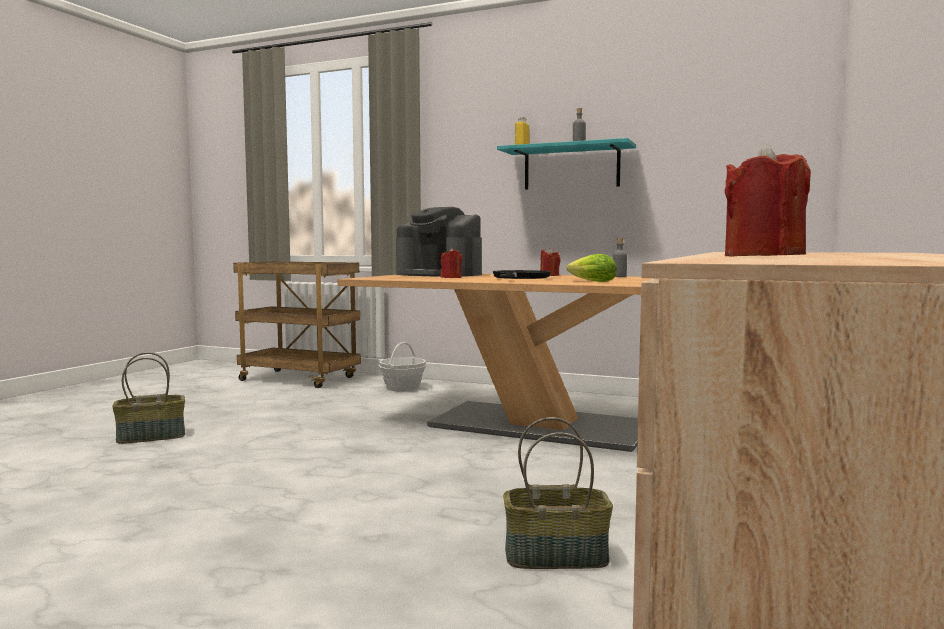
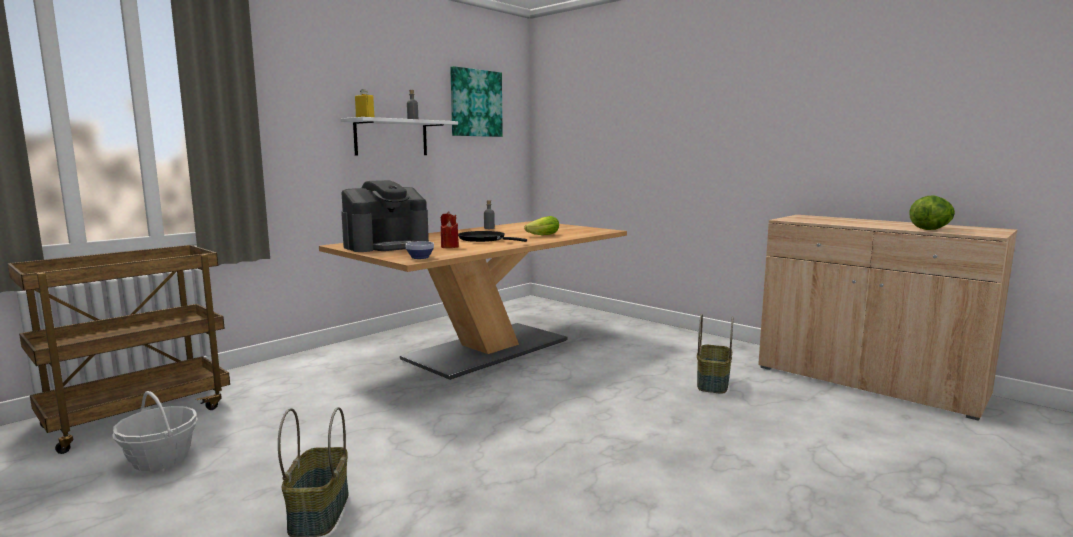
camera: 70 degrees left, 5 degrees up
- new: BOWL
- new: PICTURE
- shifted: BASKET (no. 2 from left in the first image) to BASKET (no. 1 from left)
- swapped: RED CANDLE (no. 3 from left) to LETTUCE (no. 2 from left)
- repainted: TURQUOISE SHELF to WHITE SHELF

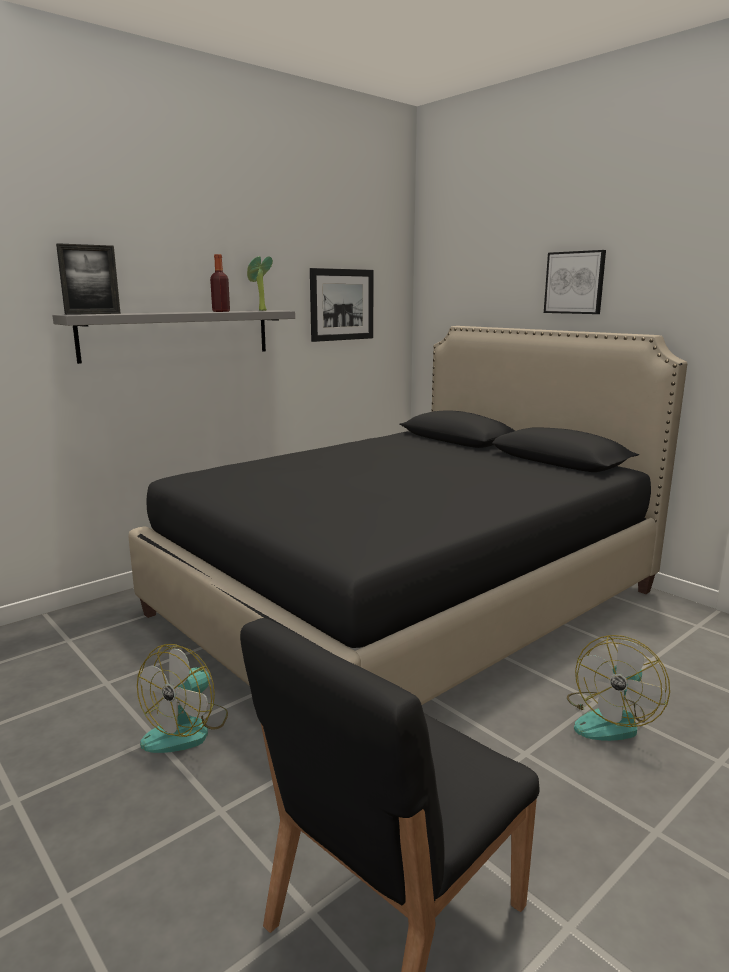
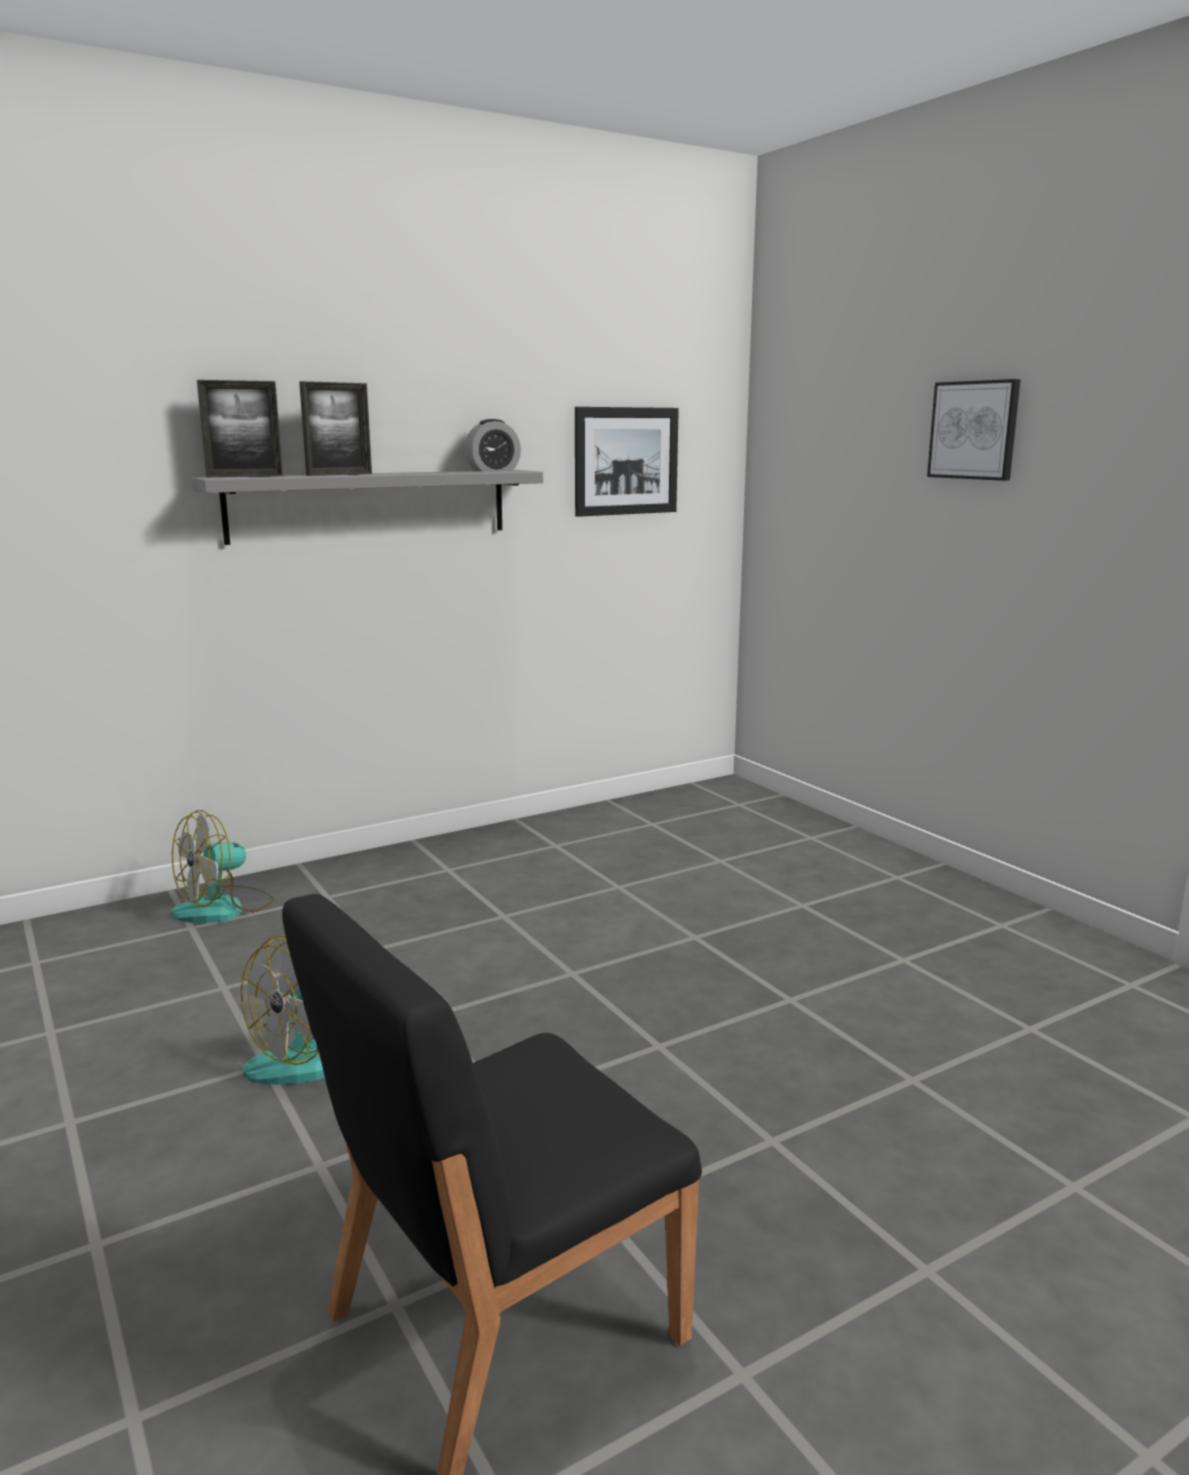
camera: 10 degrees right, 0 degrees up
- gone: BLACK BED
- gone: BOTTLE
- new: PICTURE FRAME (no. 2 from left)
- shifted: FAN (no. 2 from left in the first image) to FAN (no. 1 from left)
- swapped: POTTED PLANT to ALARM CLOCK

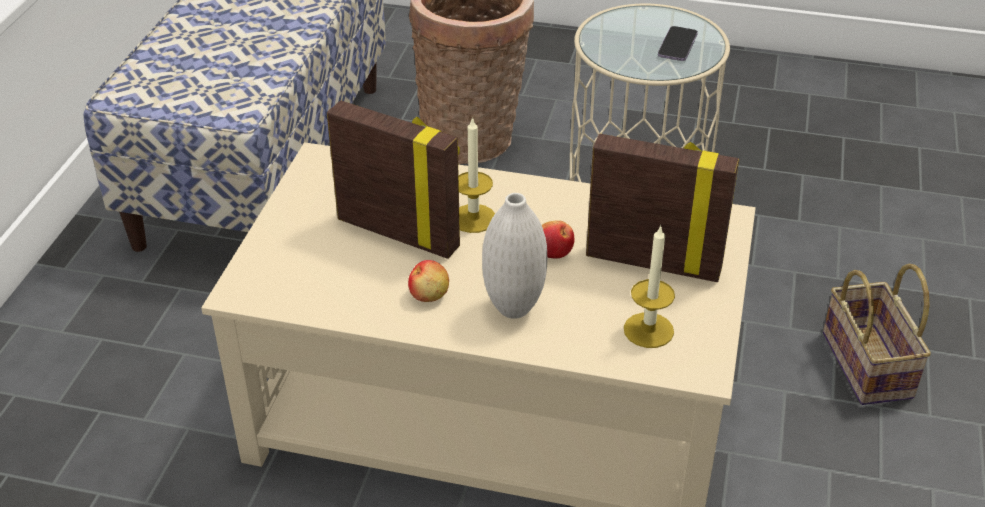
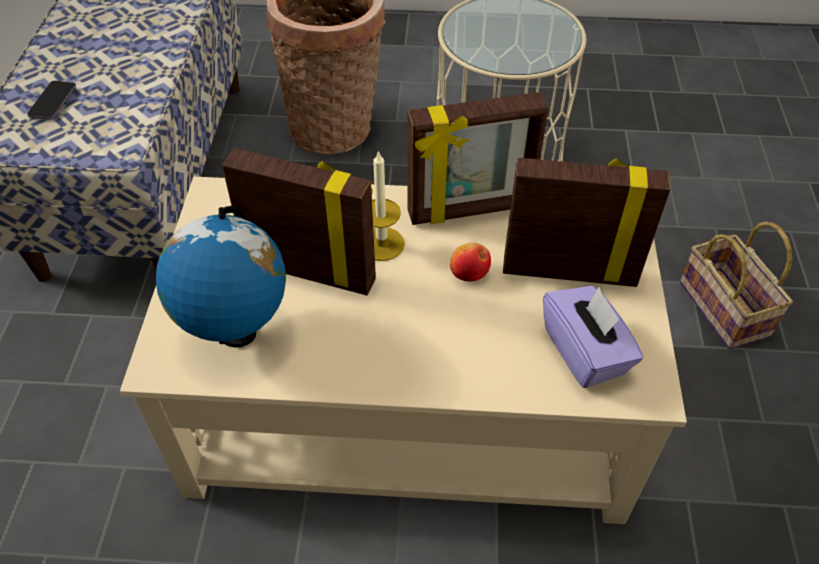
camera: 10 degrees left, 10 degrees up
- gone: APPLE (no. 1 from left)
- gone: WHITE VASE
- new: GLOBE
- new: PICTURE FRAME (no. 2 from left)
- shifted: PHONE
- swapped: CANDLE (no. 2 from left) to PURPLE TISSUE BOX

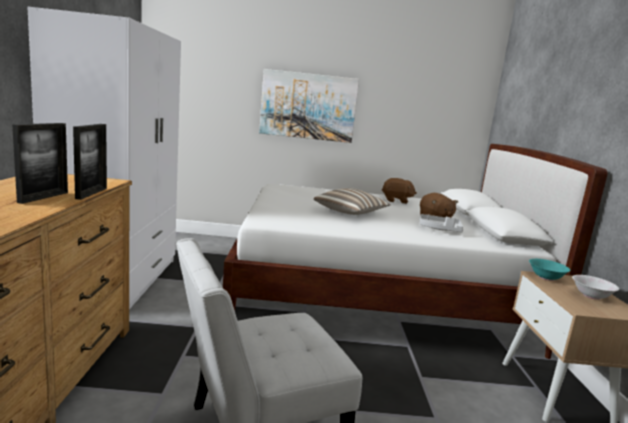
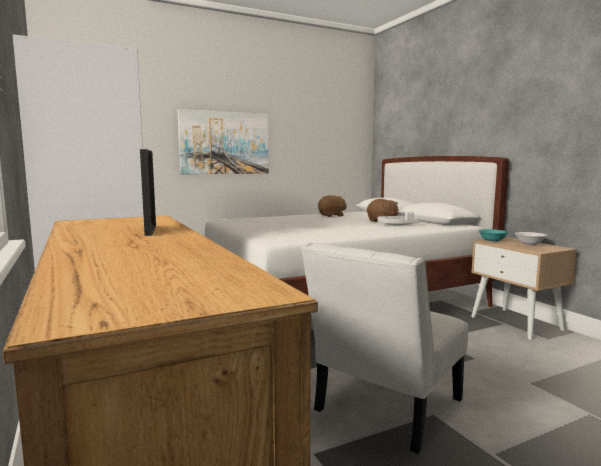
camera: 25 degrees left, 5 degrees down
- gone: PICTURE FRAME (no. 2 from left)
- gone: PILLOW

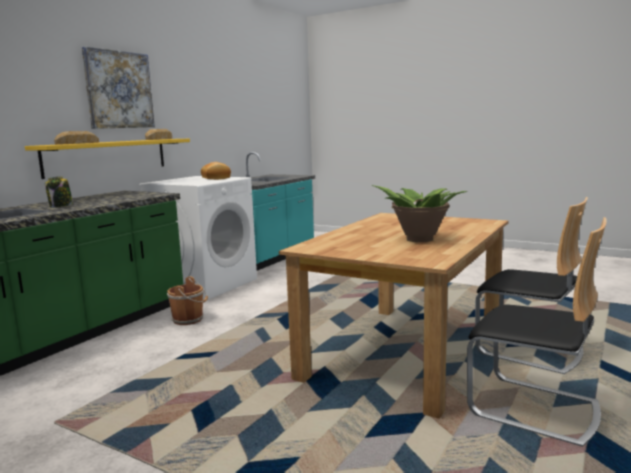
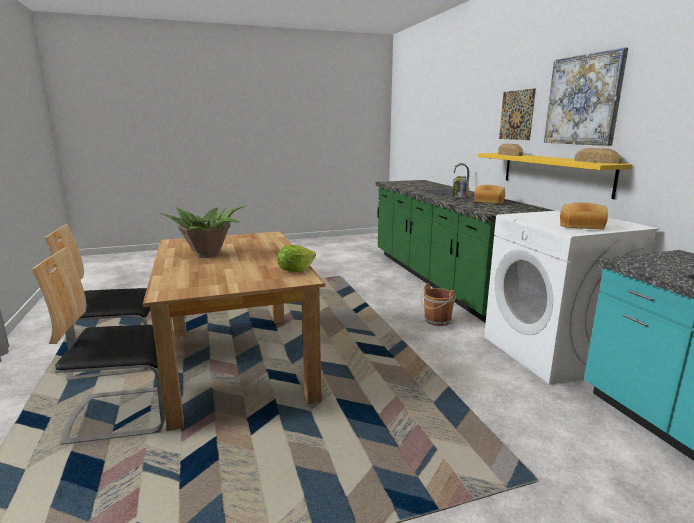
camera: 130 degrees right, 5 degrees up
- new: LETTUCE
- new: BREAD (no. 1 from left)
- new: PICTURE (no. 1 from left)

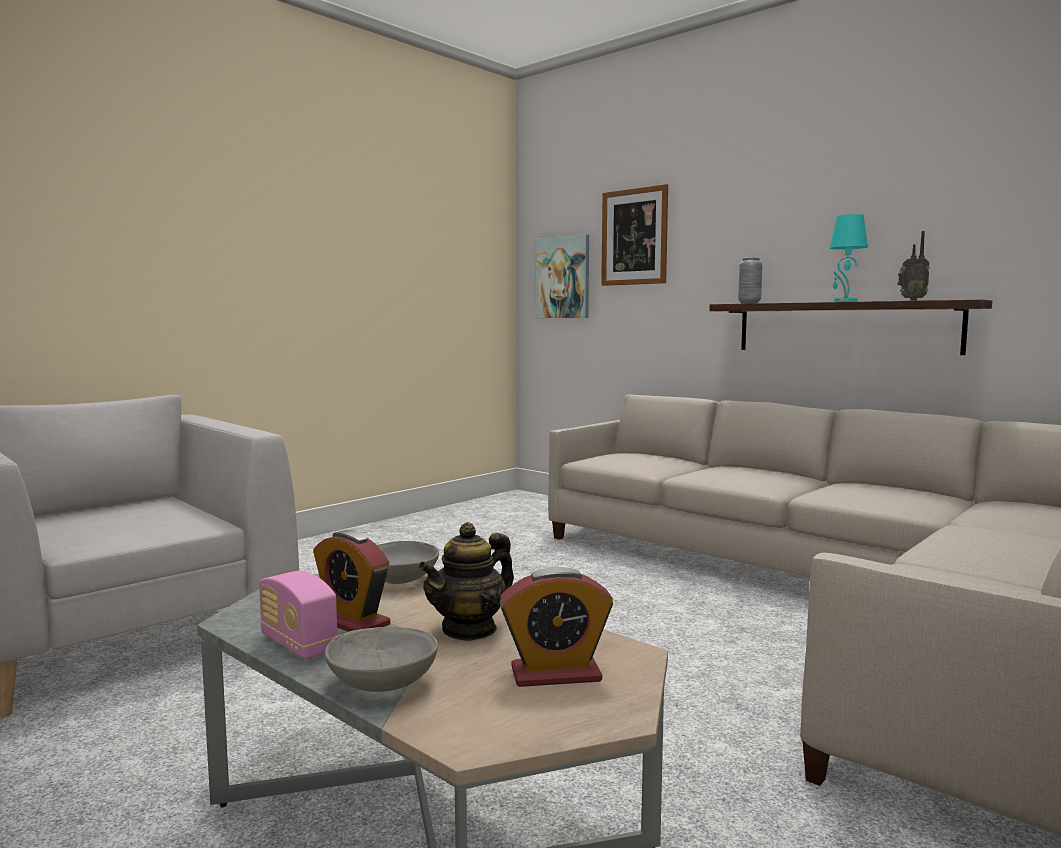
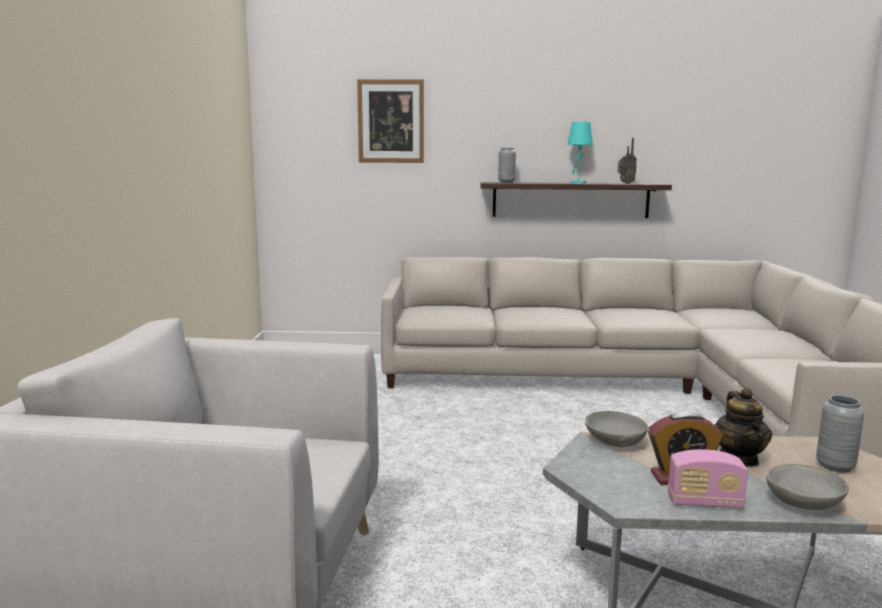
camera: 40 degrees left, 5 degrees up
- gone: PICTURE (no. 1 from left)
- swapped: ALARM CLOCK (no. 2 from left) to GREY VASE (no. 2 from left)

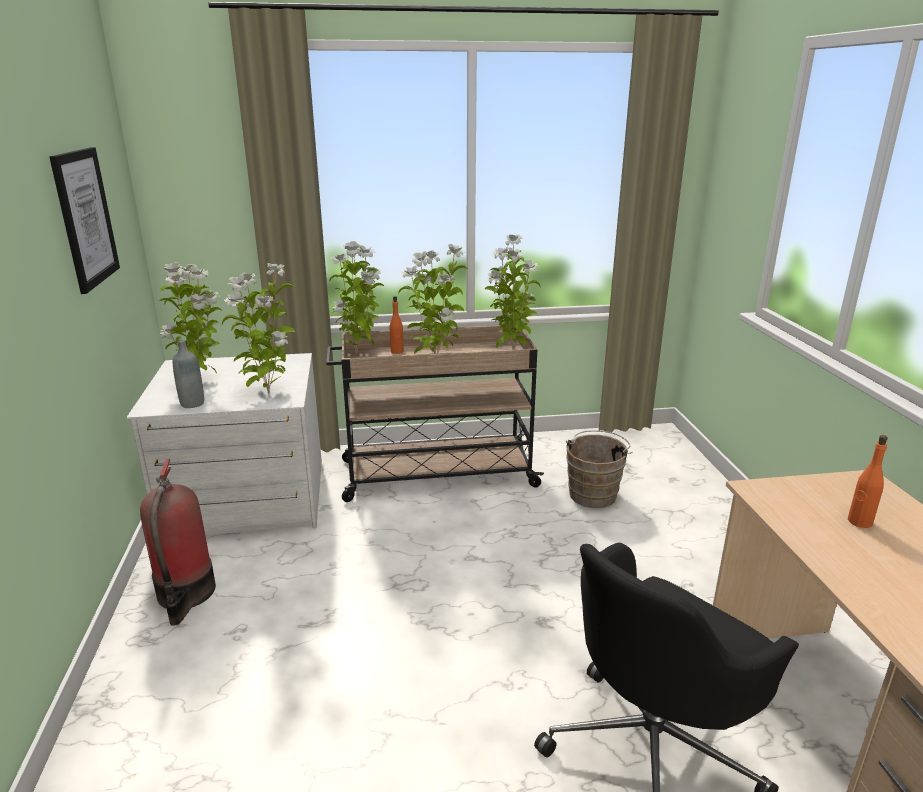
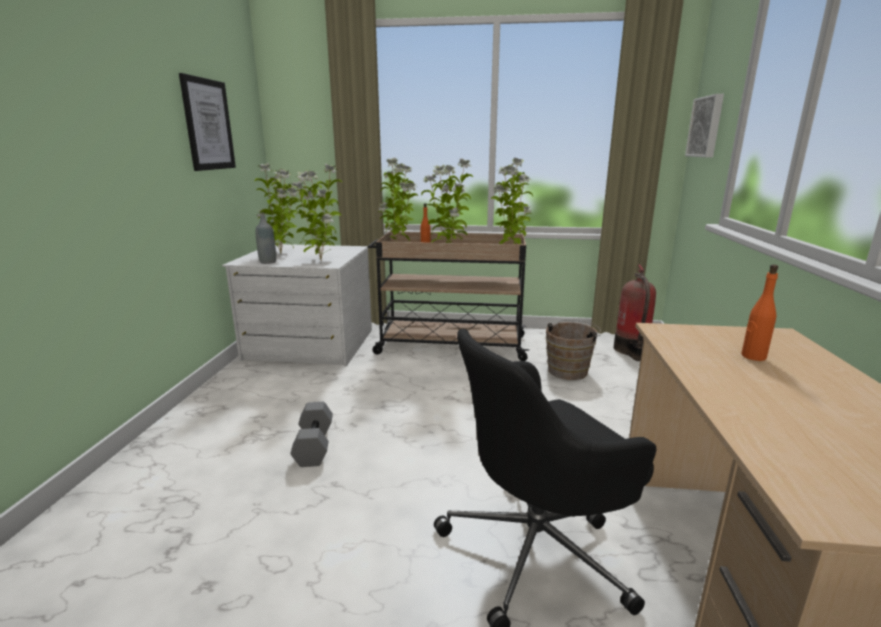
camera: 15 degrees right, 5 degrees down
- new: GREY DUMBBELL
- new: PICTURE (no. 2 from left)
- shifted: FIRE EXTINGUISHER

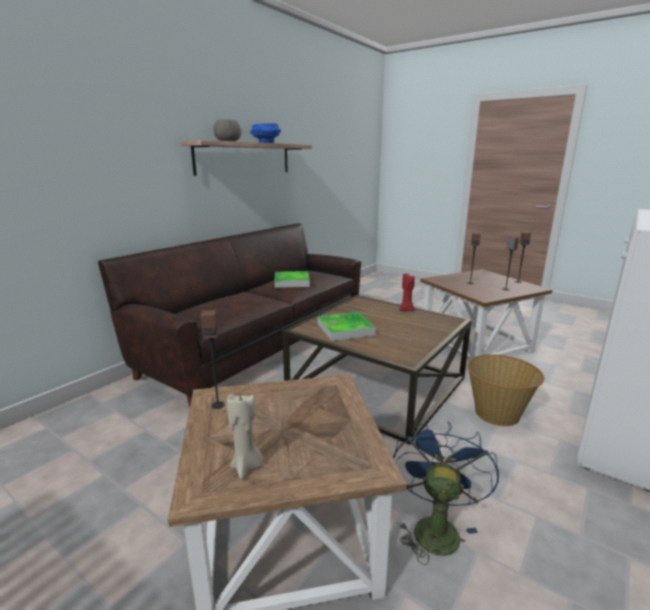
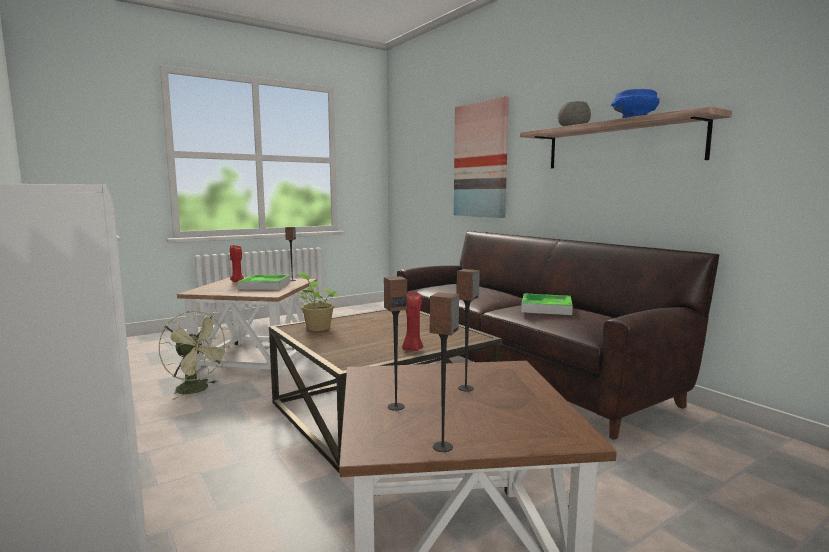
camera: 110 degrees right, 10 degrees down
- gone: BASKET
- new: POTTED PLANT
- new: PICTURE
- shifted: TRAY (no. 2 from left in the first image) to TRAY (no. 1 from left)
- repainted: BEIGE CANDLE to RED CANDLE (no. 1 from left)
- repainted: BLUE FAN to GREEN FAN

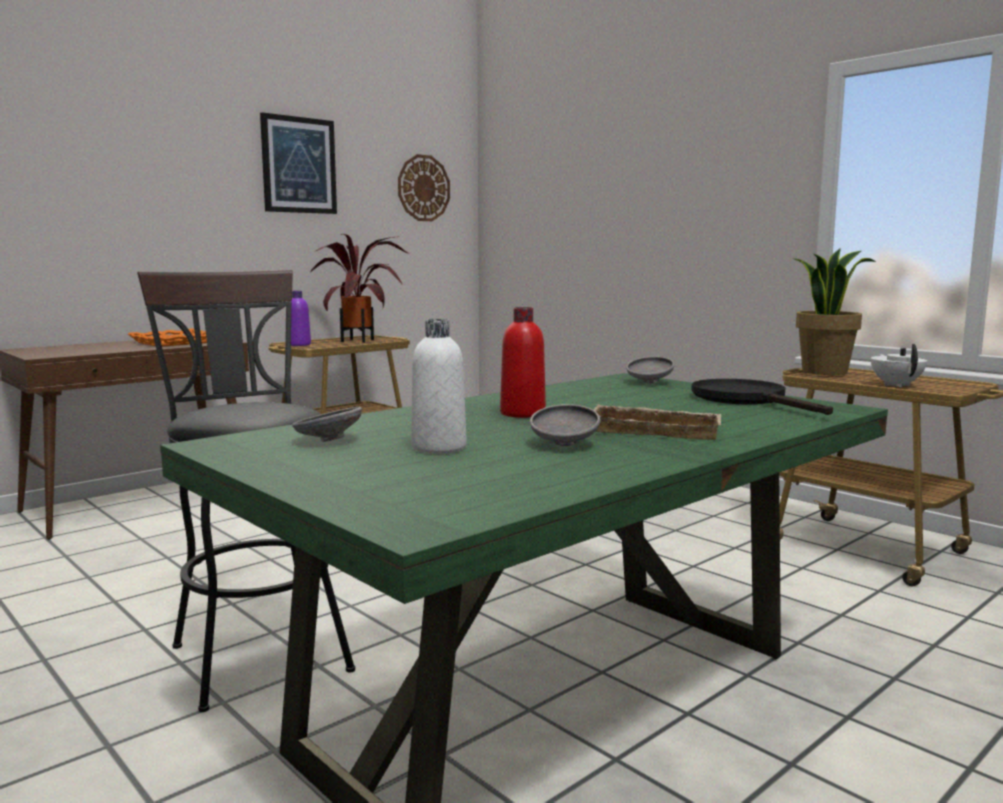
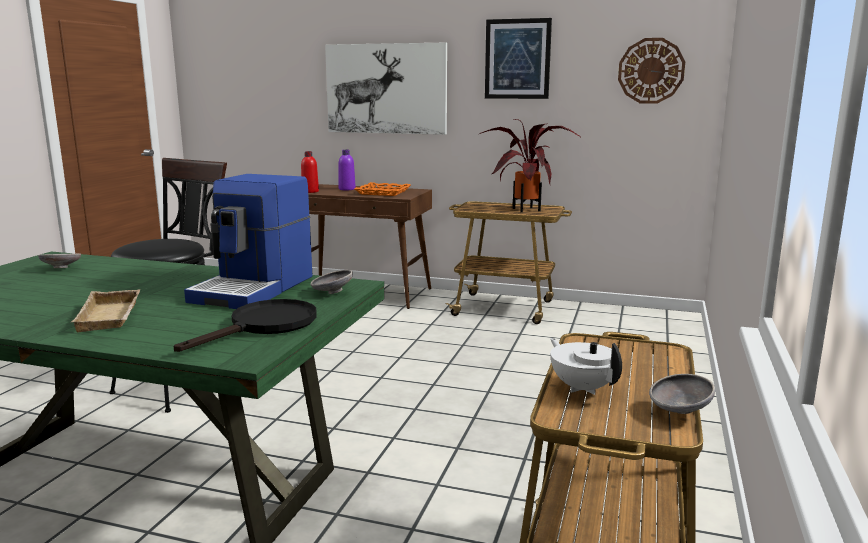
camera: 60 degrees right, 5 degrees up
- gone: WHITE BOTTLE
- gone: POTTED PLANT (no. 2 from left)
- new: COFFEE MACHINE
- new: PICTURE (no. 1 from left)
- shifted: PURPLE BOTTLE
- shifted: RED BOTTLE
- shifted: GREY BOWL (no. 2 from left in the first image) to GREY BOWL (no. 3 from left)
- rotated: WHITE TEAPOT 90 degrees counterclockwise

